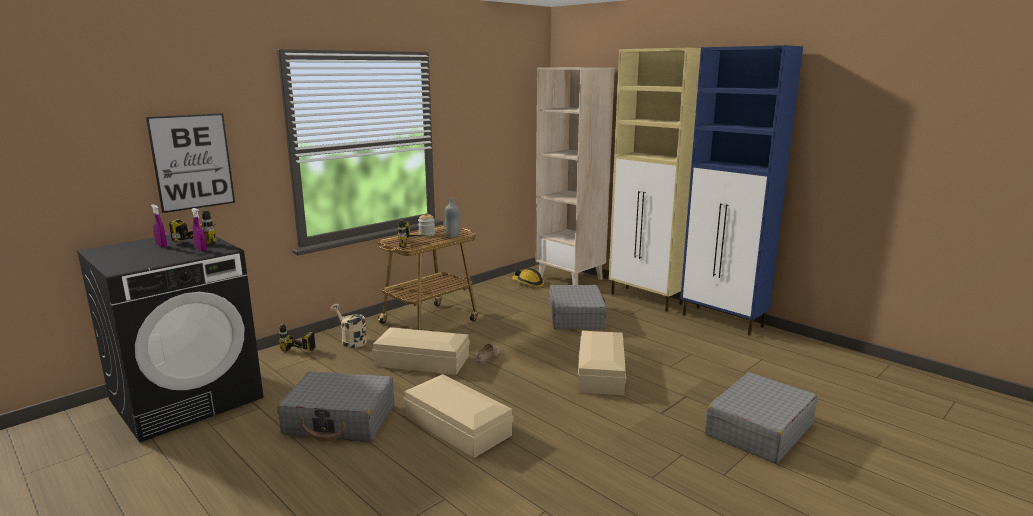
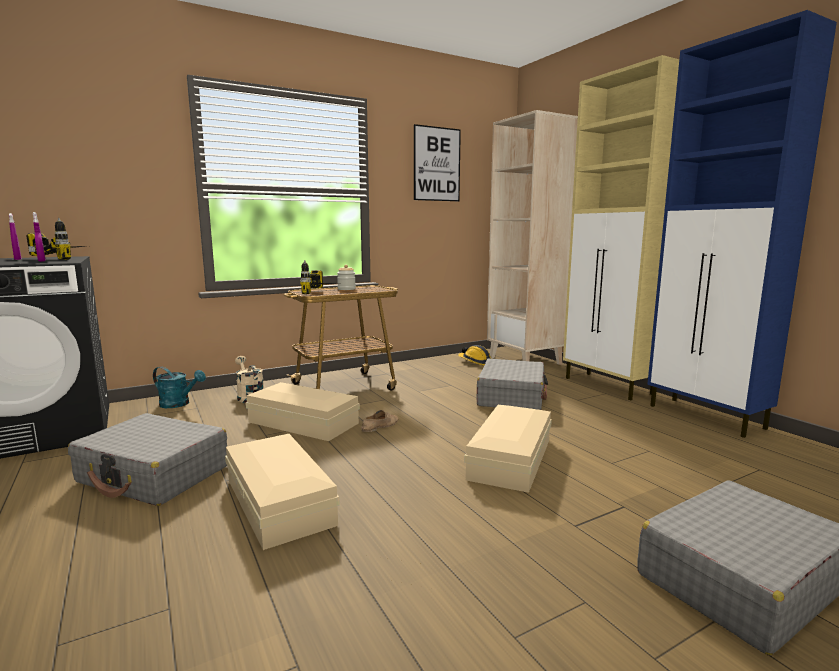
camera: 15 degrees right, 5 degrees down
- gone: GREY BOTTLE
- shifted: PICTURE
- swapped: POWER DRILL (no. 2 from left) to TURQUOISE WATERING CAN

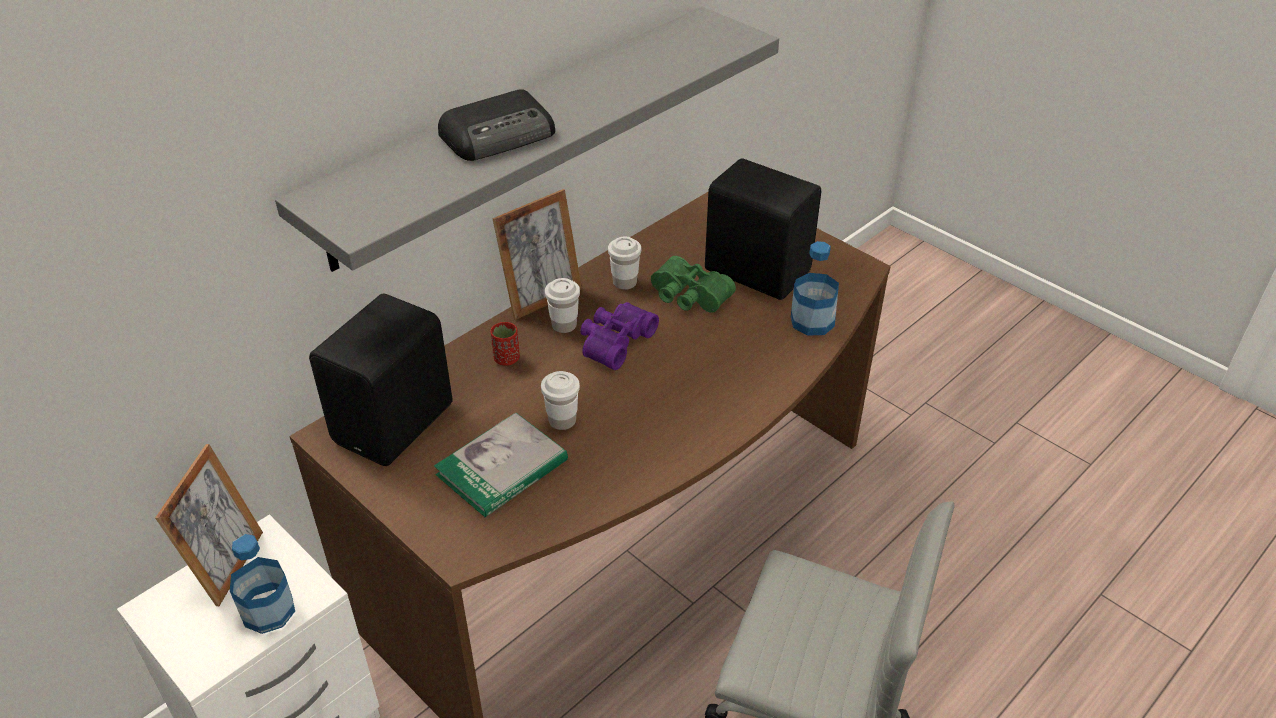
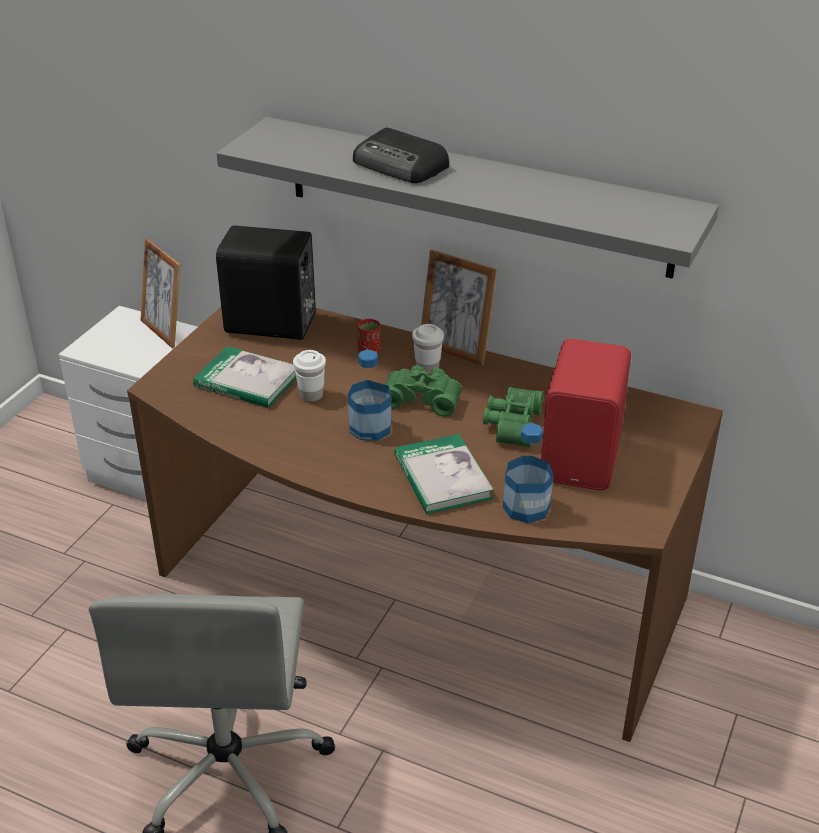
camera: 70 degrees right, 5 degrees down
- gone: WHITE CUP (no. 3 from left)
- new: BOOK (no. 2 from left)
- shifted: BOTTLE (no. 1 from left)
- repainted: PURPLE BINOCULARS to GREEN BINOCULARS (no. 1 from left)
- repainted: BLACK SPEAKER (no. 2 from left) to RED SPEAKER
- rotated: PICTURE FRAME (no. 1 from left) 60 degrees clockwise

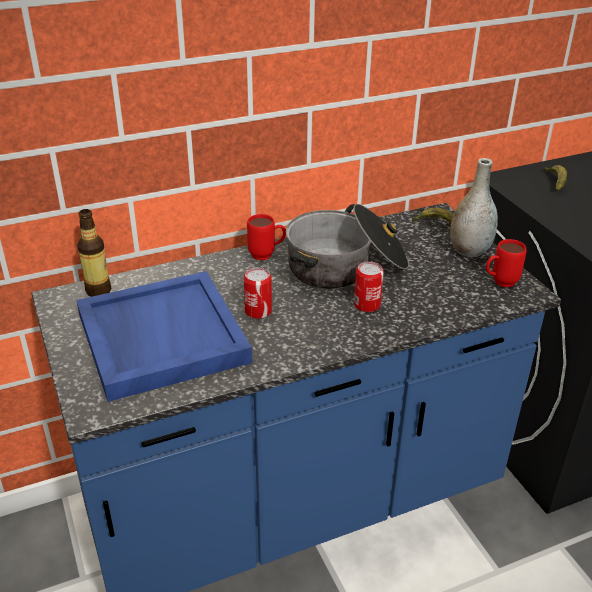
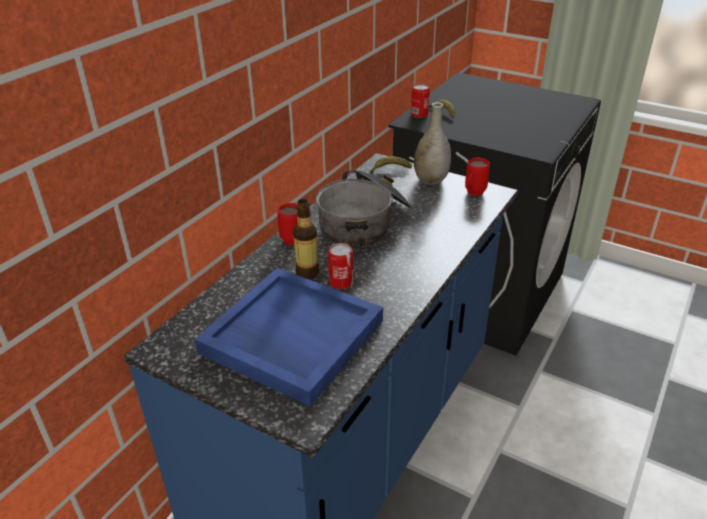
camera: 35 degrees left, 0 degrees up
- shifted: BOTTLE
- shifted: CAN (no. 2 from left)

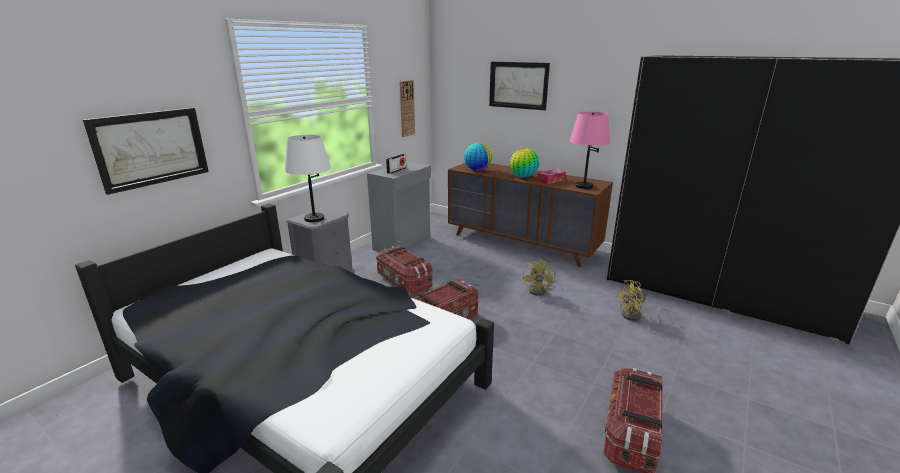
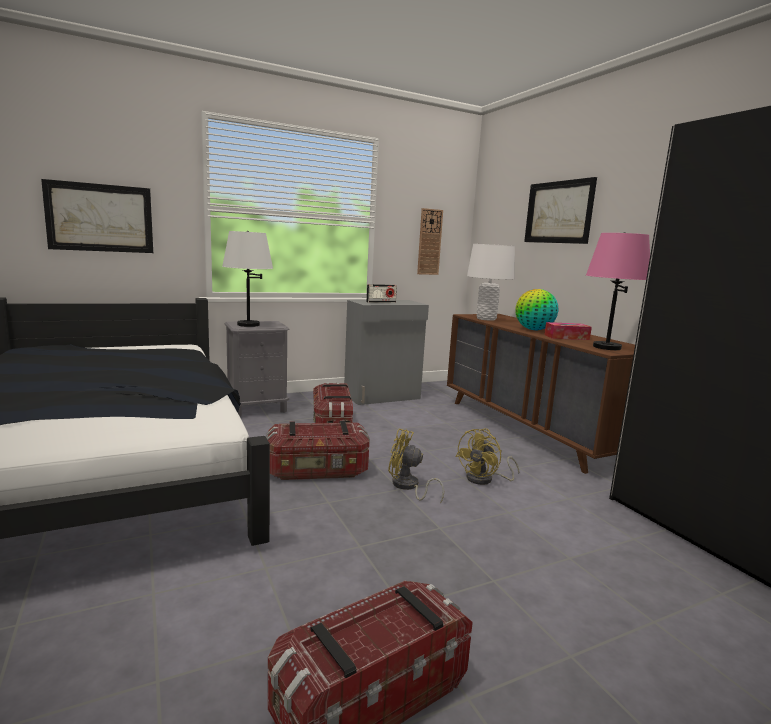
camera: 30 degrees right, 10 degrees down
- shifted: YELLOW FAN (no. 2 from left in the first image) to YELLOW FAN (no. 1 from left)
- swapped: GLOBE (no. 1 from left) to WHITE TABLE LAMP (no. 2 from left)

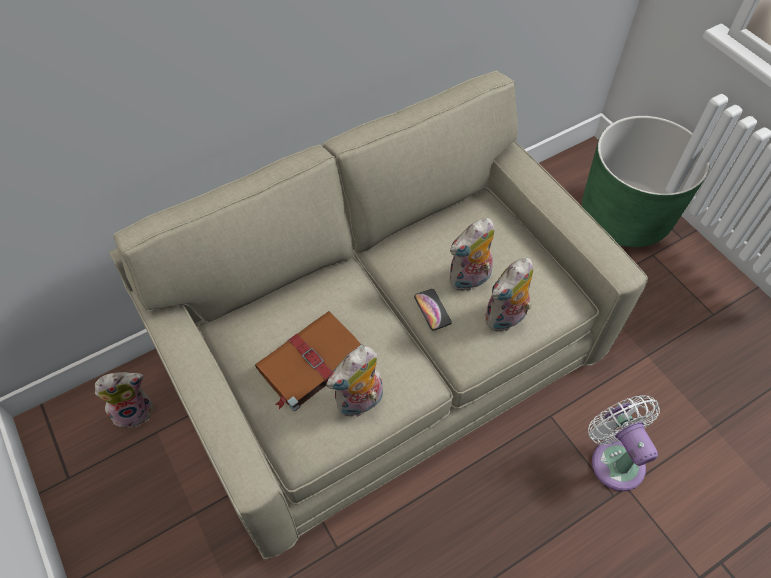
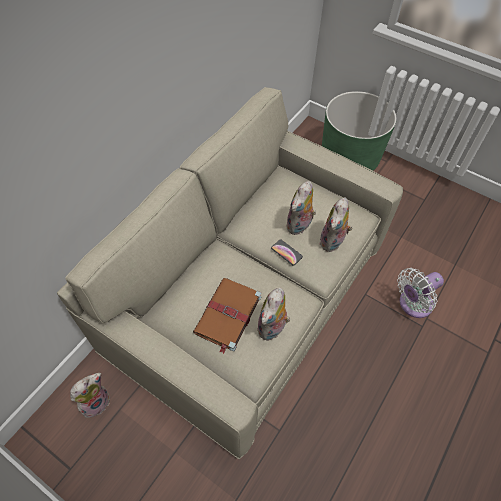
camera: 25 degrees left, 0 degrees up
- rotated: WHITE FAN 75 degrees counterclockwise

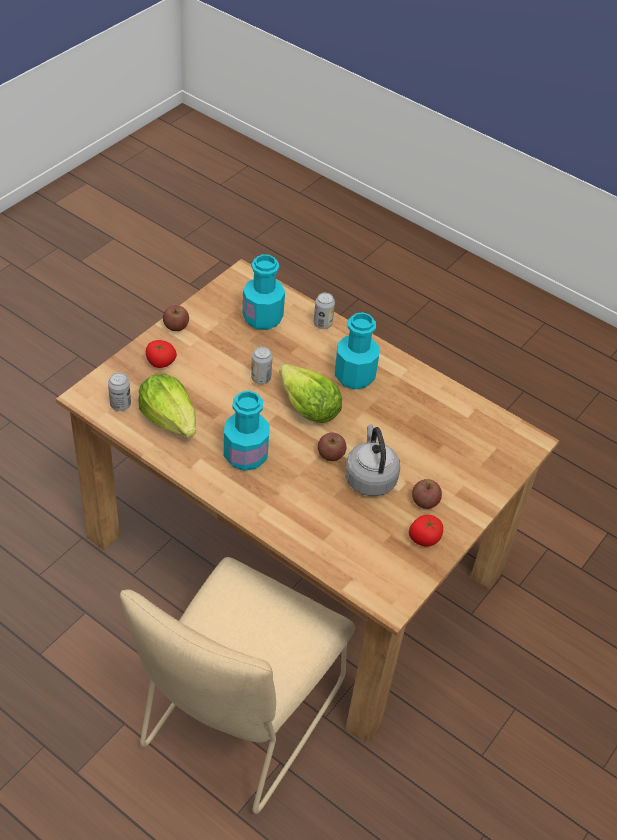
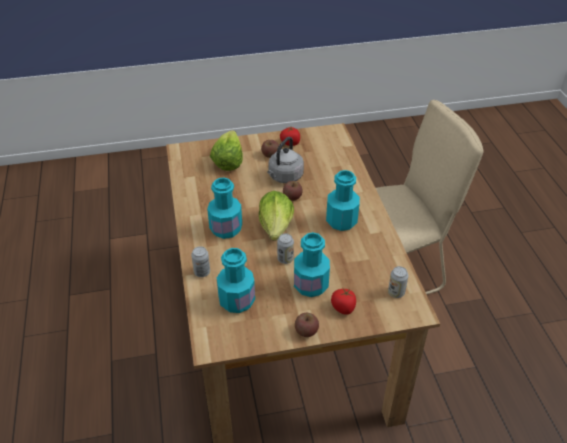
camera: 135 degrees left, 5 degrees down
- new: TURQUOISE BOTTLE (no. 3 from left)
- shifted: LETTUCE (no. 1 from left)

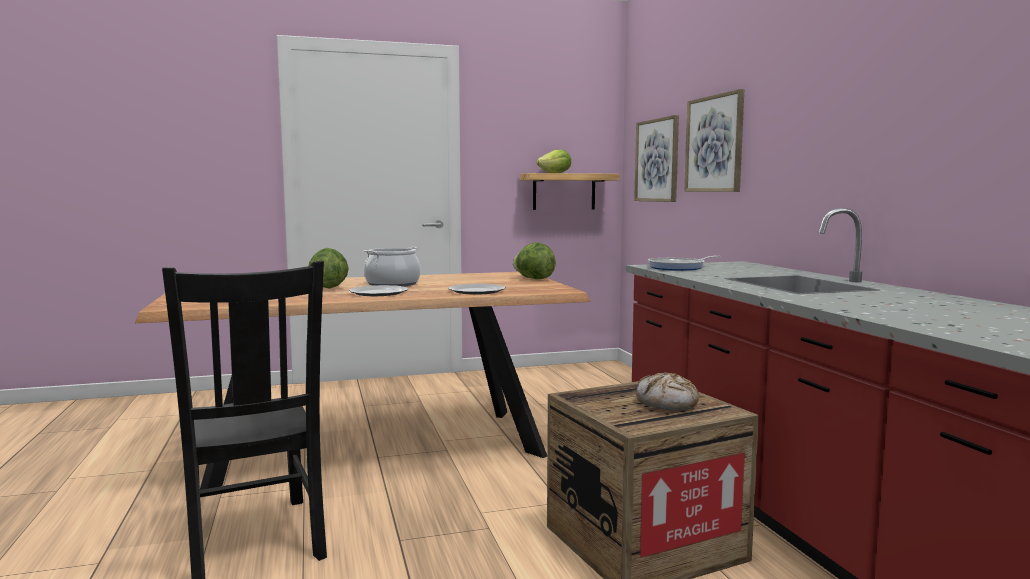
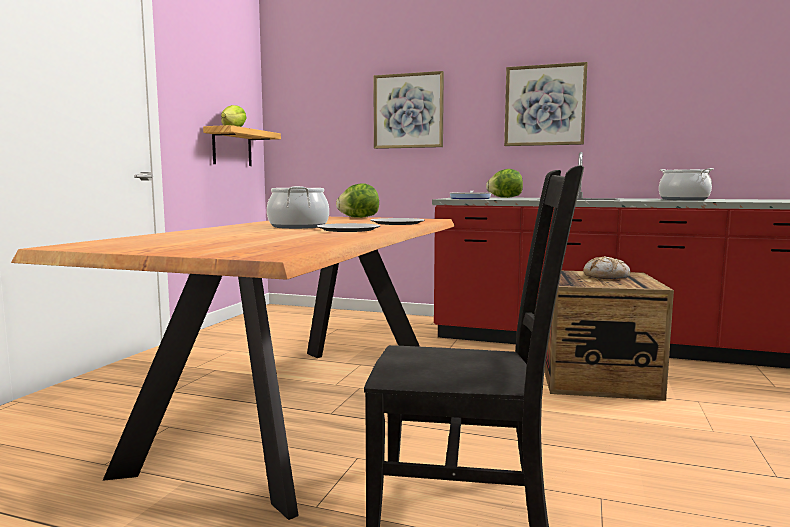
camera: 55 degrees left, 0 degrees up
- new: COOKING POT (no. 2 from left)
- shifted: LETTUCE (no. 1 from left in the first image) to LETTUCE (no. 3 from left)
- shifted: PICTURE (no. 1 from left in the first image) to PICTURE (no. 2 from left)

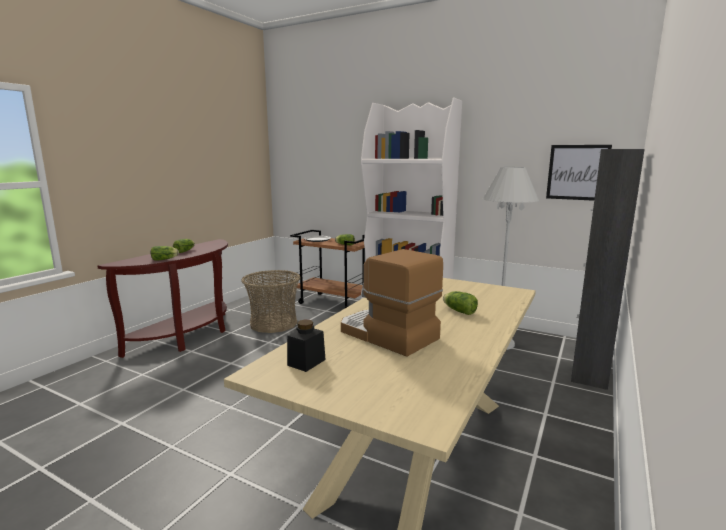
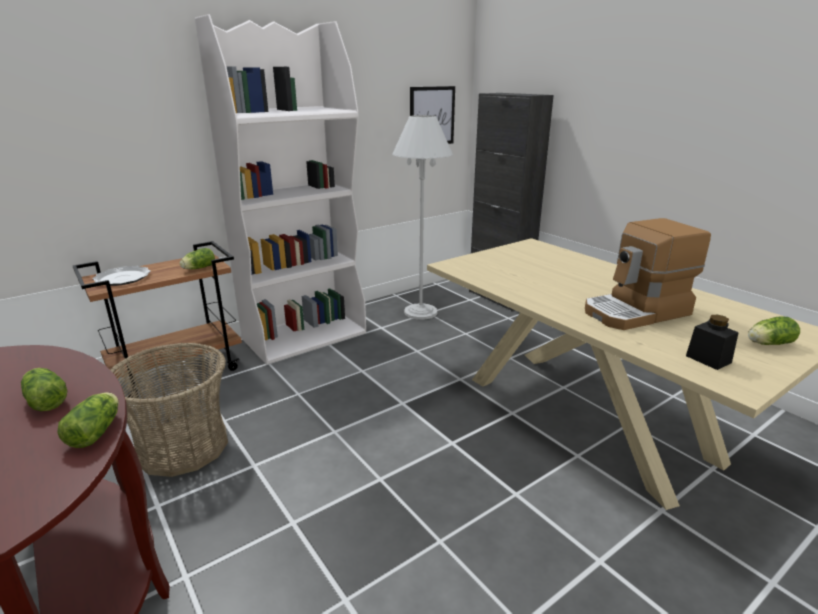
camera: 65 degrees left, 10 degrees up
- shifted: LETTUCE (no. 4 from left)

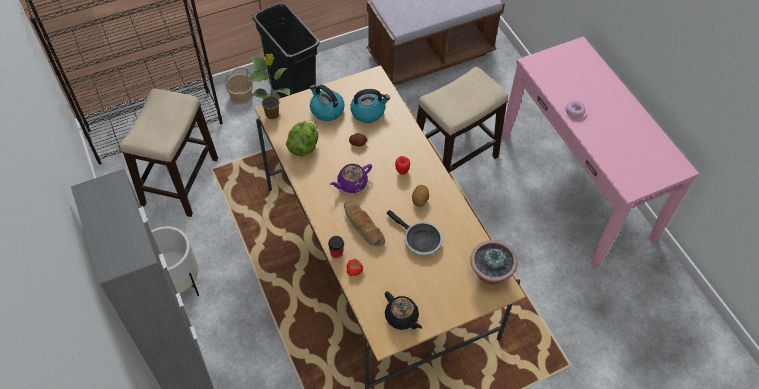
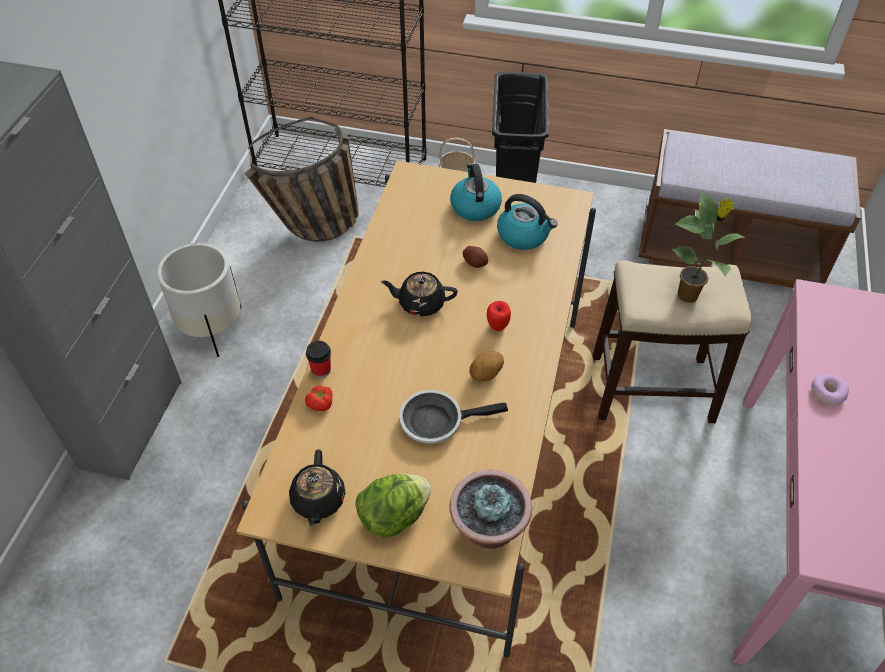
camera: 40 degrees right, 5 degrees down
- gone: BREAD
- shifted: POTTED PLANT (no. 1 from left in the first image) to POTTED PLANT (no. 2 from left)
- shifted: LETTUCE
- swapped: STOOL (no. 1 from left) to BASKET (no. 1 from left)
- repainted: PURPLE TEAPOT to BLACK TEAPOT (no. 2 from left)
- rotated: FRYING PAN 90 degrees clockwise

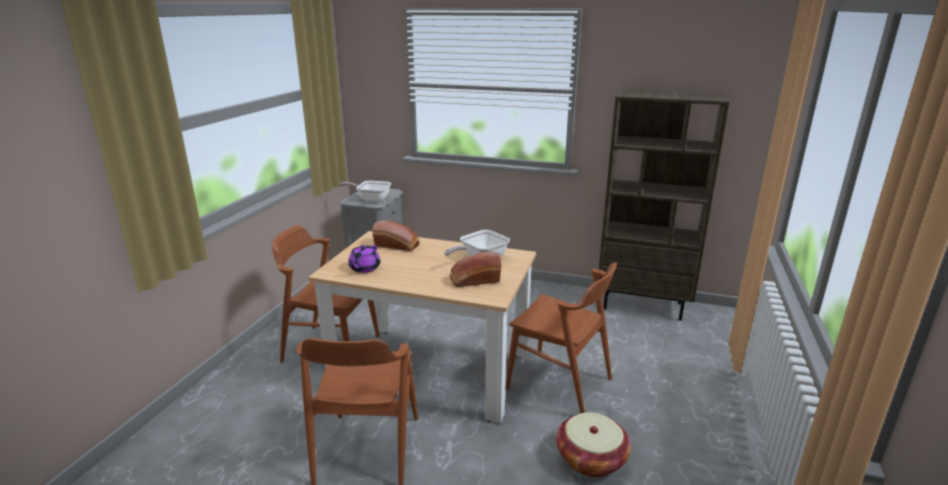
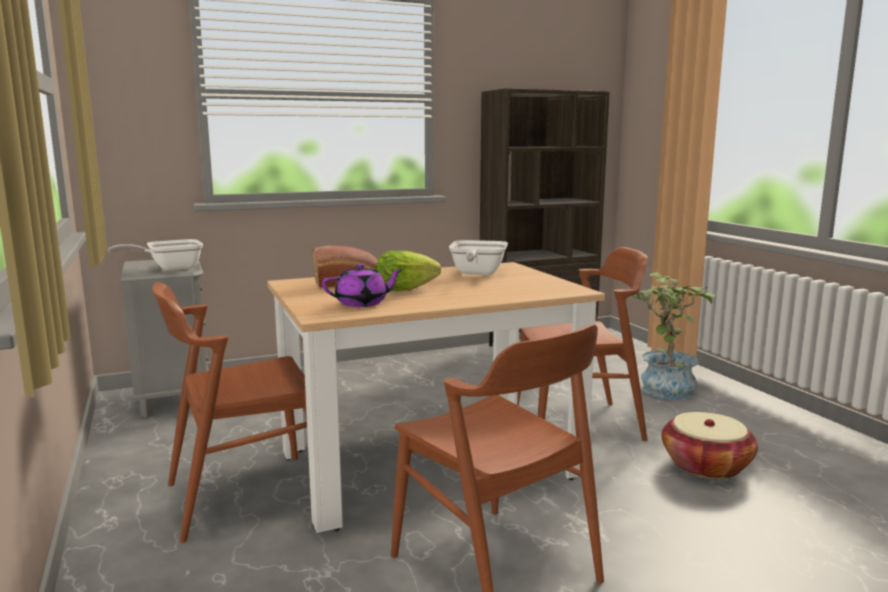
camera: 40 degrees left, 10 degrees down
- gone: BREAD (no. 2 from left)
- new: LETTUCE
- new: POTTED PLANT
- rotated: PURPLE TEAPOT 90 degrees counterclockwise

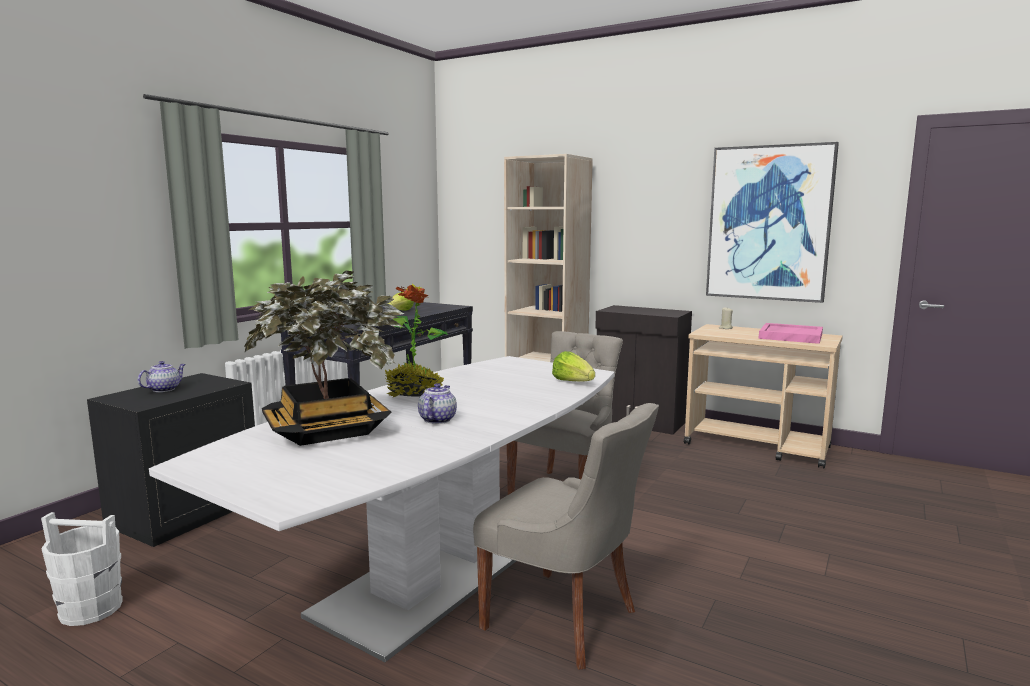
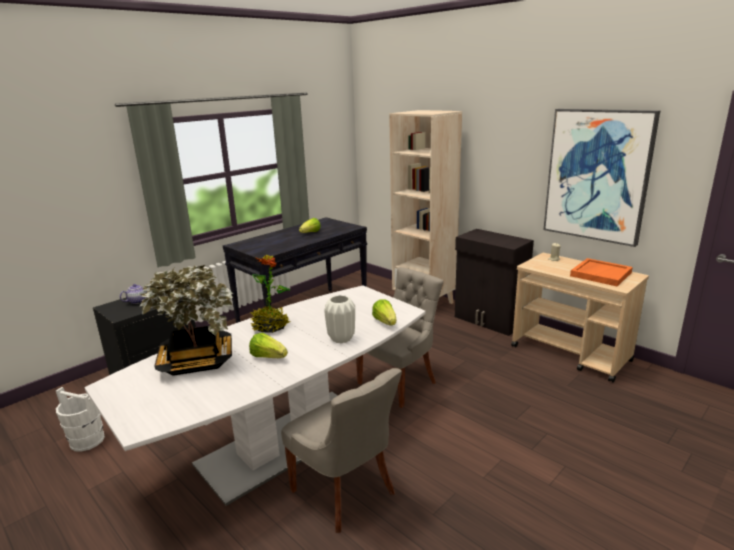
camera: 15 degrees right, 10 degrees up
- new: WHITE VASE
- swapped: TEAPOT (no. 2 from left) to LETTUCE (no. 1 from left)
- repainted: PINK TRAY to ORANGE TRAY

